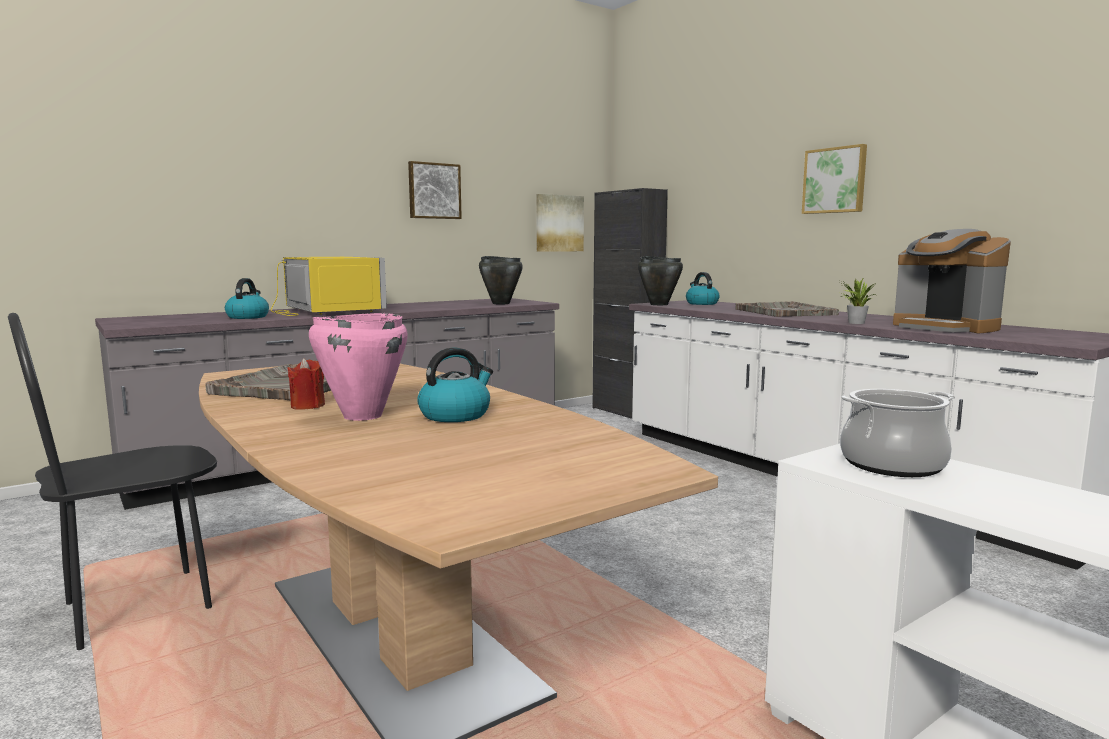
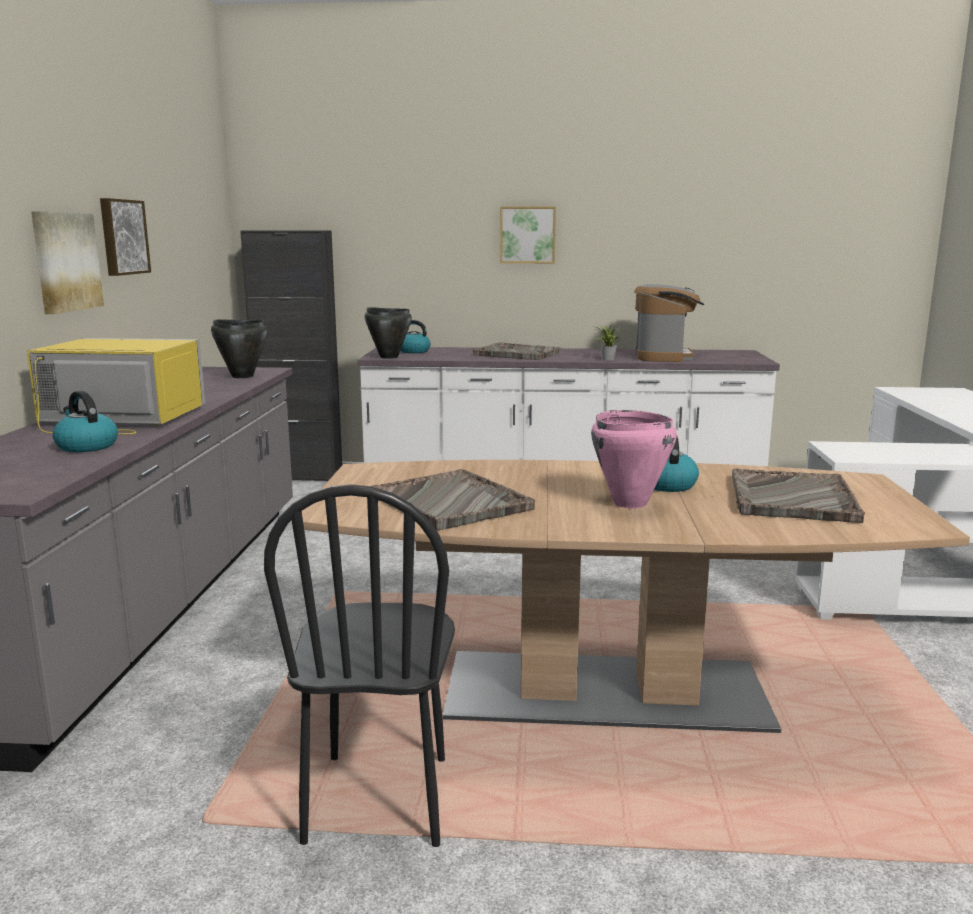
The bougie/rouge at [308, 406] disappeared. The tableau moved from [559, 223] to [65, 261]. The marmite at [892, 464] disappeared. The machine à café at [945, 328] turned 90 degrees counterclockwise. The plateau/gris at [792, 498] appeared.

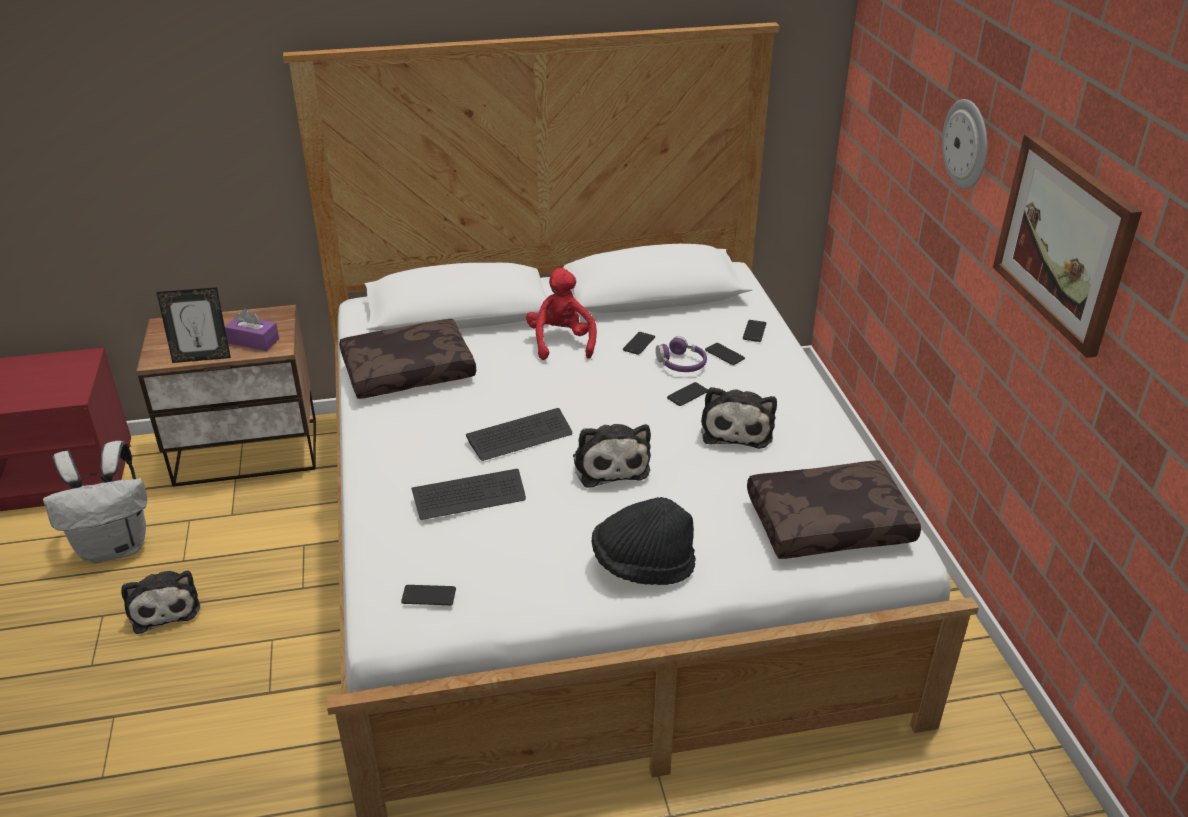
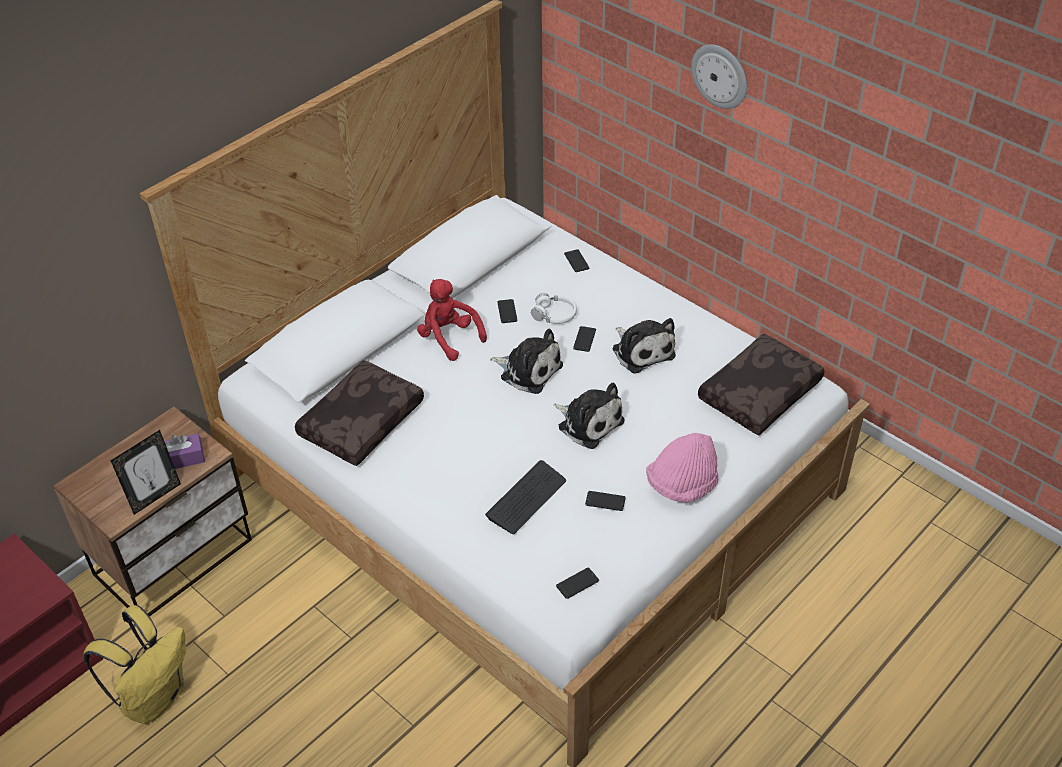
The sac à dos/blanc at [116, 546] became the sac à dos/jaune at [154, 697]. The peluche moved from [164, 606] to [528, 370]. The clavier at [520, 436] disappeared. The chapeau/noir at [642, 565] became the chapeau/rose at [681, 485]. The casque audio/violet at [681, 363] became the casque audio/blanc at [554, 315]. The téléphone moved from [724, 354] to [605, 501]. The tableau at [1064, 242] disappeared.

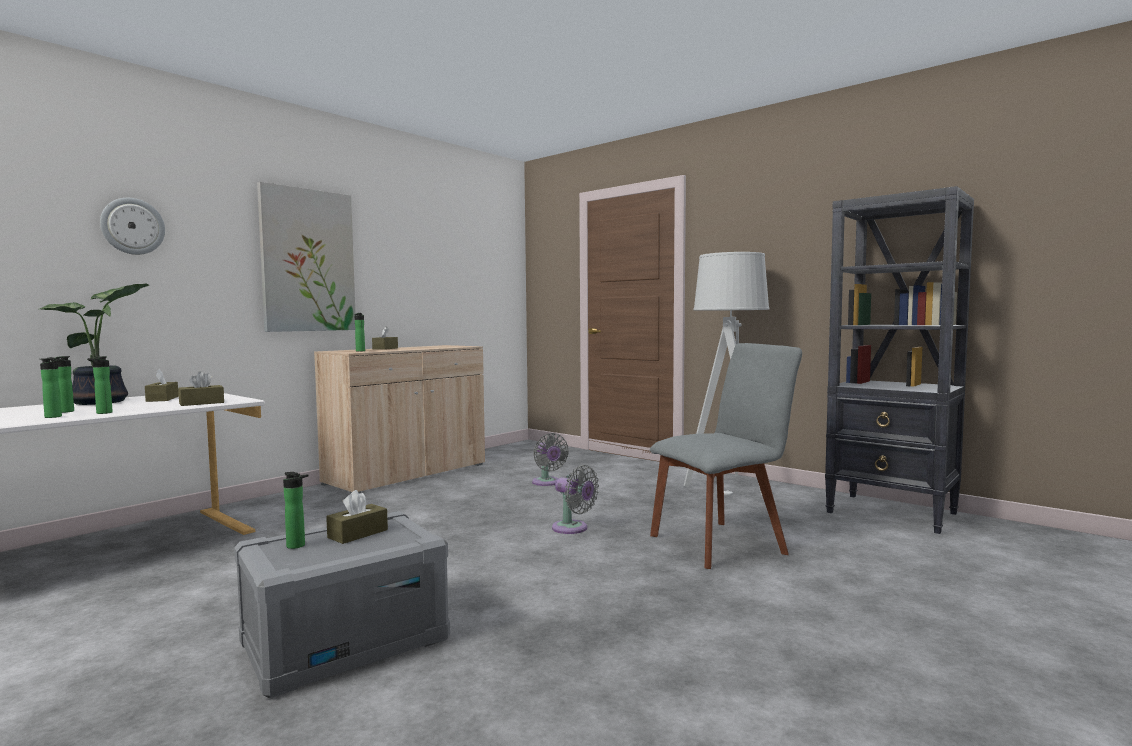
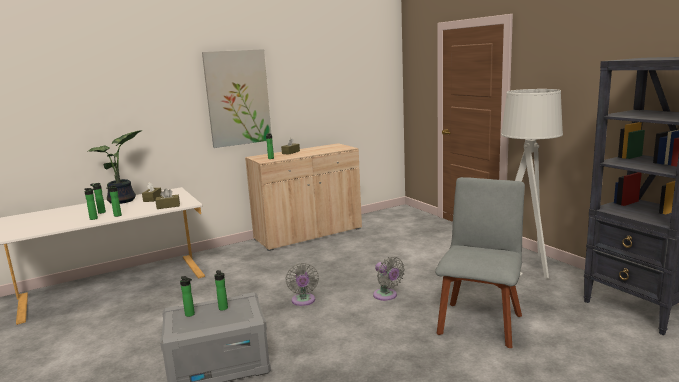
The horloge murale at [132, 226] disappeared. The boîte à mouchoirs/marron at [358, 534] was replaced by the bouteille at [223, 309]. The ventilateur/gris moved from [547, 483] to [303, 301]. The chaise/gris at [722, 543] turned 60 degrees counterclockwise.

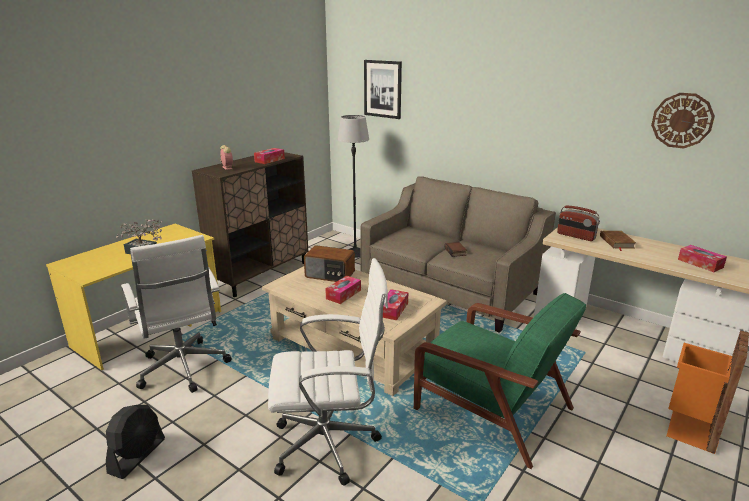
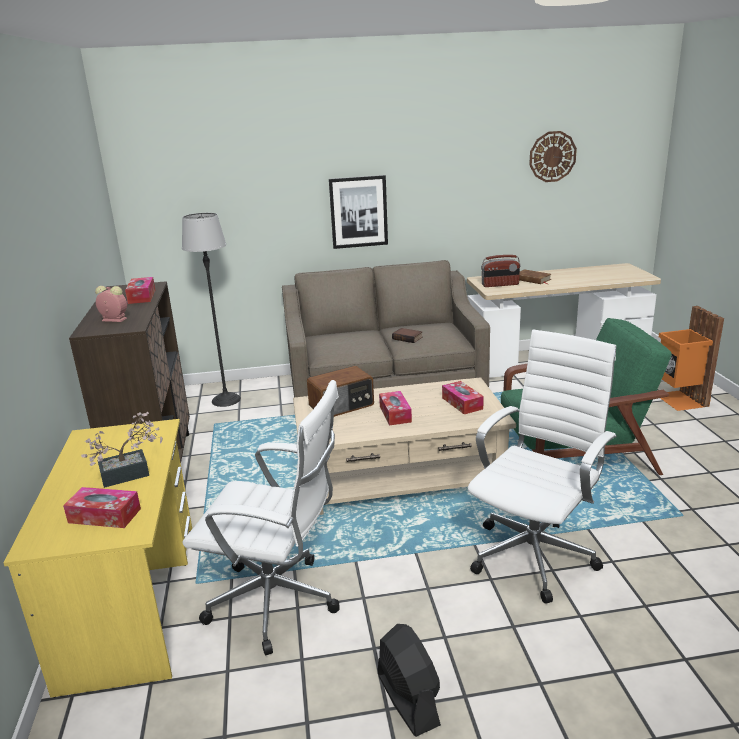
The tableau moved from [383, 89] to [358, 212]. The boîte à mouchoirs moved from [700, 263] to [104, 515].

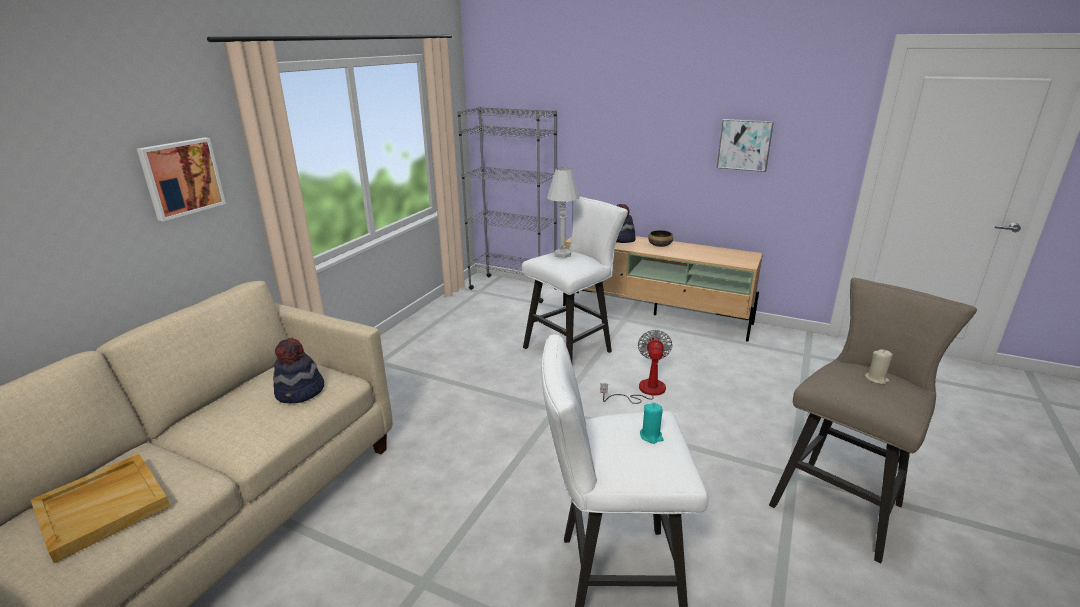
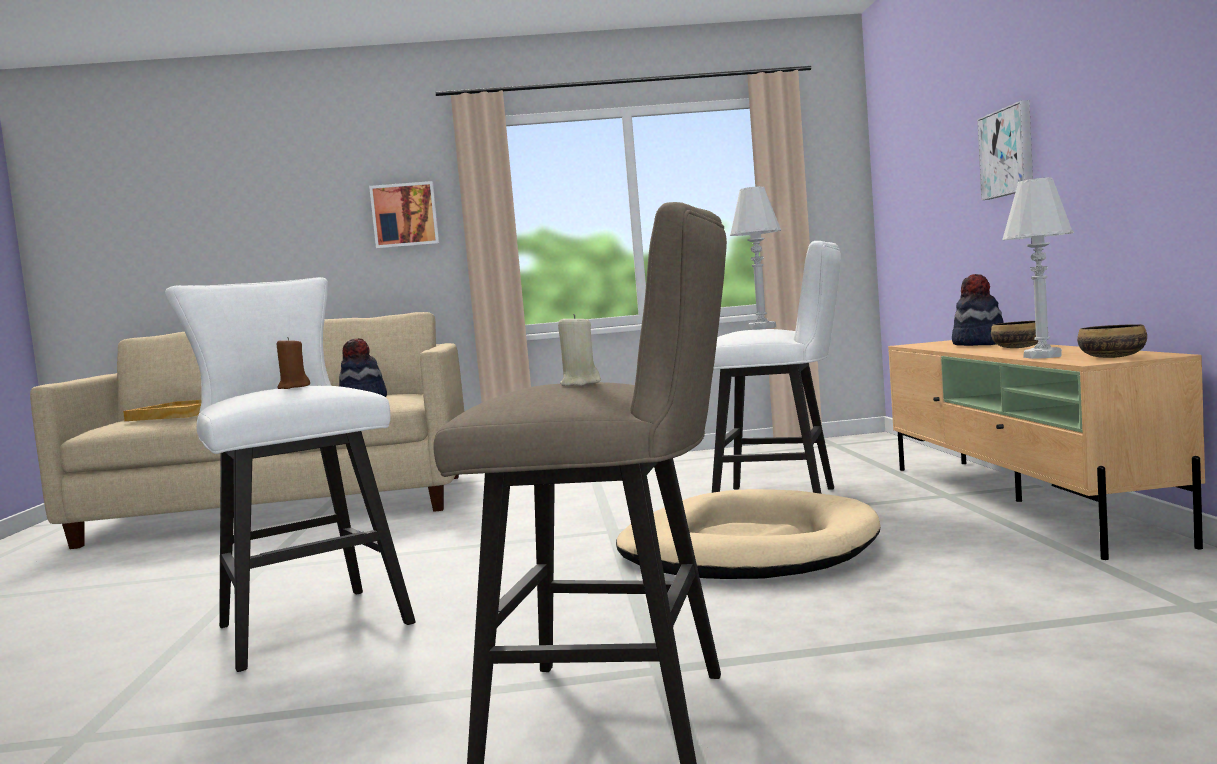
The bibliothèque/gris at [513, 289] disappeared. The ventilateur at [643, 391] was replaced by the panier pour chien/beige at [746, 548]. The bougie/turquoise at [651, 436] became the bougie/marron at [293, 387]. The tableau moved from [744, 145] to [1008, 152]. The lampe de table/blanc at [1042, 356] appeared. The bol at [1112, 357] appeared.

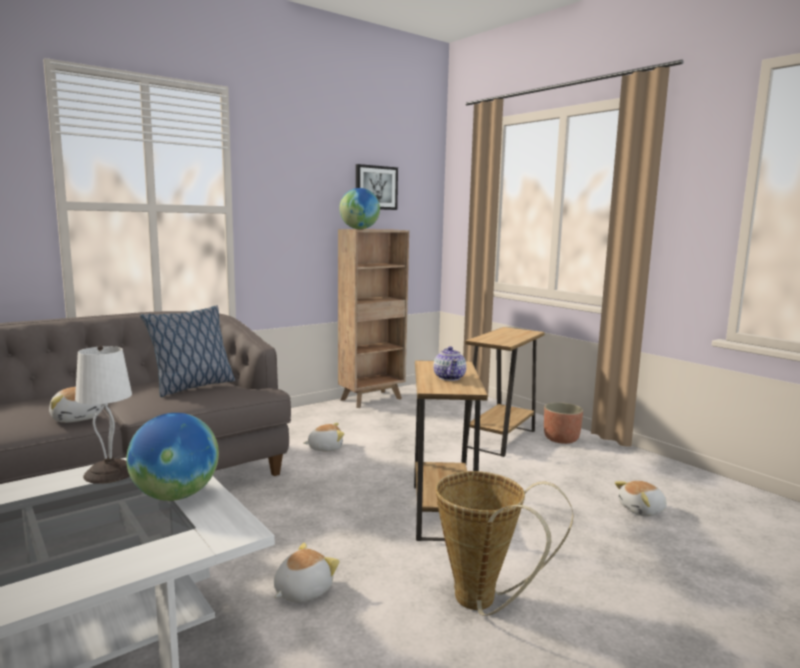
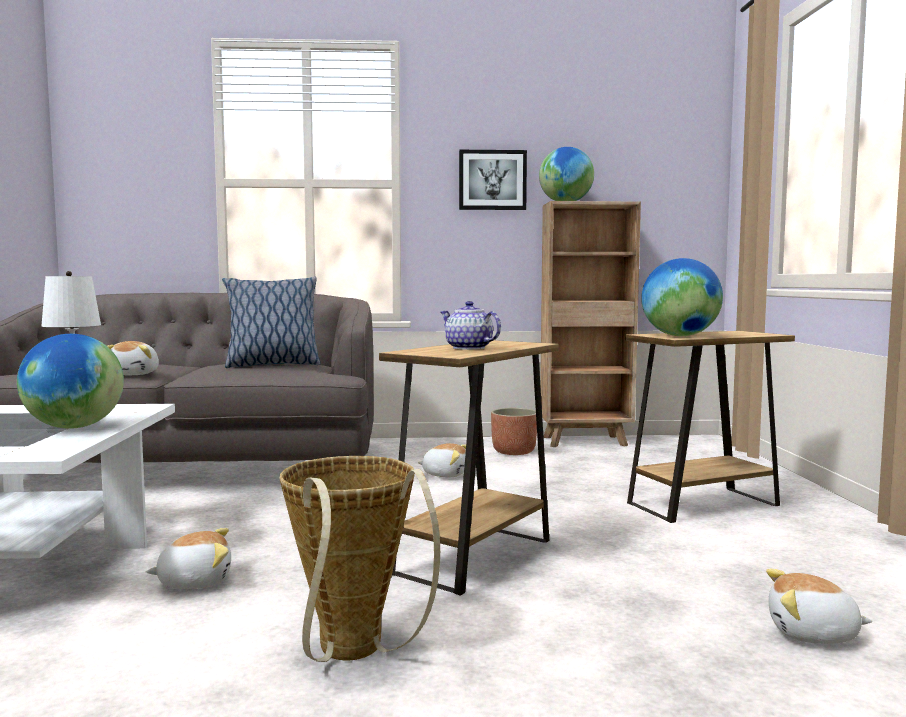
The tableau moved from [376, 187] to [492, 180]. The théière at [449, 377] turned 105 degrees clockwise. The cache-pot moved from [561, 439] to [514, 452]. The globe at [680, 336] appeared.

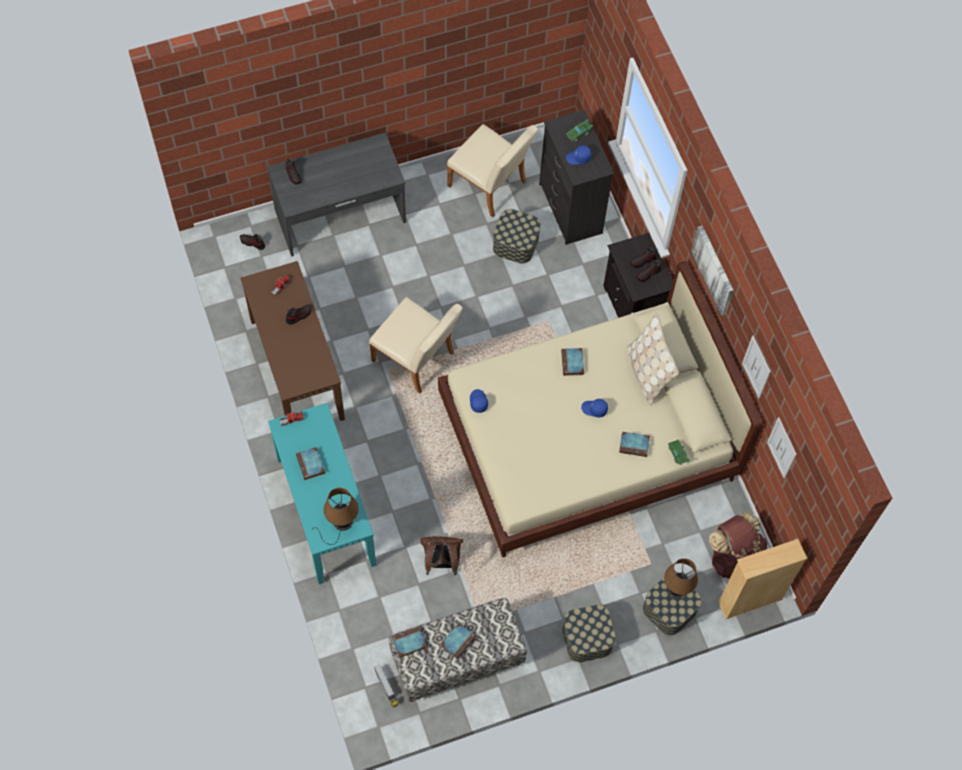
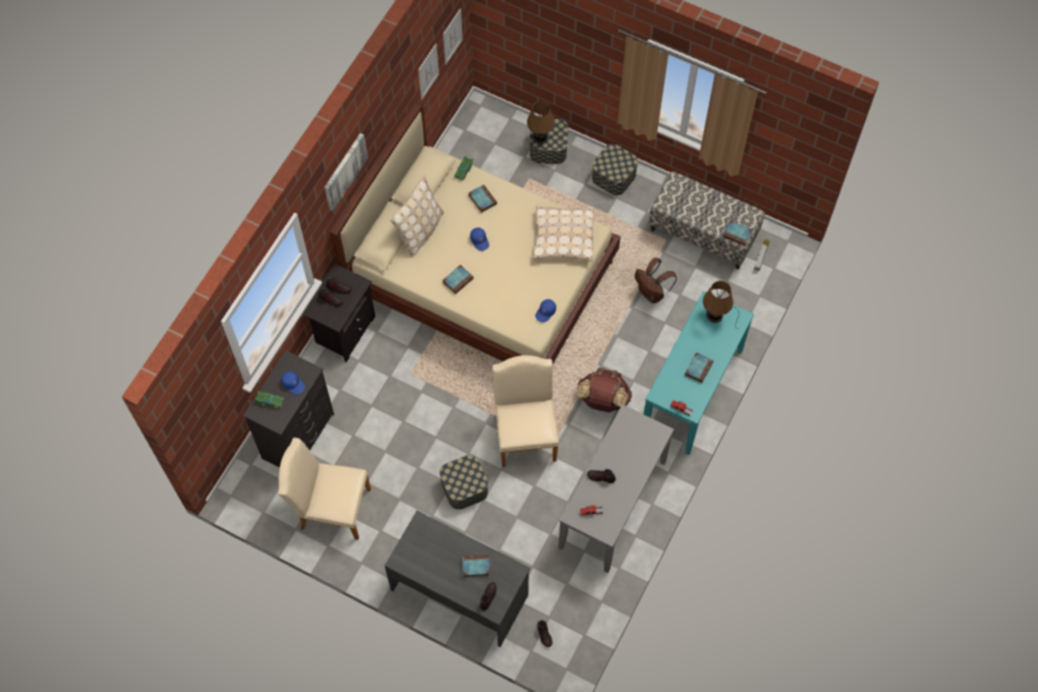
The table console/marron at [296, 369] became the table console/gris at [613, 504]. The livre moved from [458, 641] to [475, 566]. The chaise/beige at [490, 187] turned 75 degrees counterclockwise. The boîte de rangement moved from [515, 243] to [464, 487]. The sac à dos/marron moved from [735, 558] to [603, 400]. The bibliothèque/beige at [750, 600] disappeared. The tableau moved from [756, 367] to [452, 36]. The coussin/beige at [563, 238] appeared.

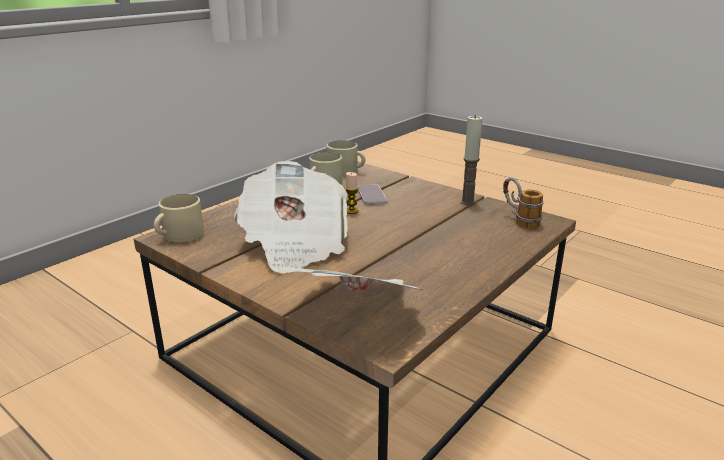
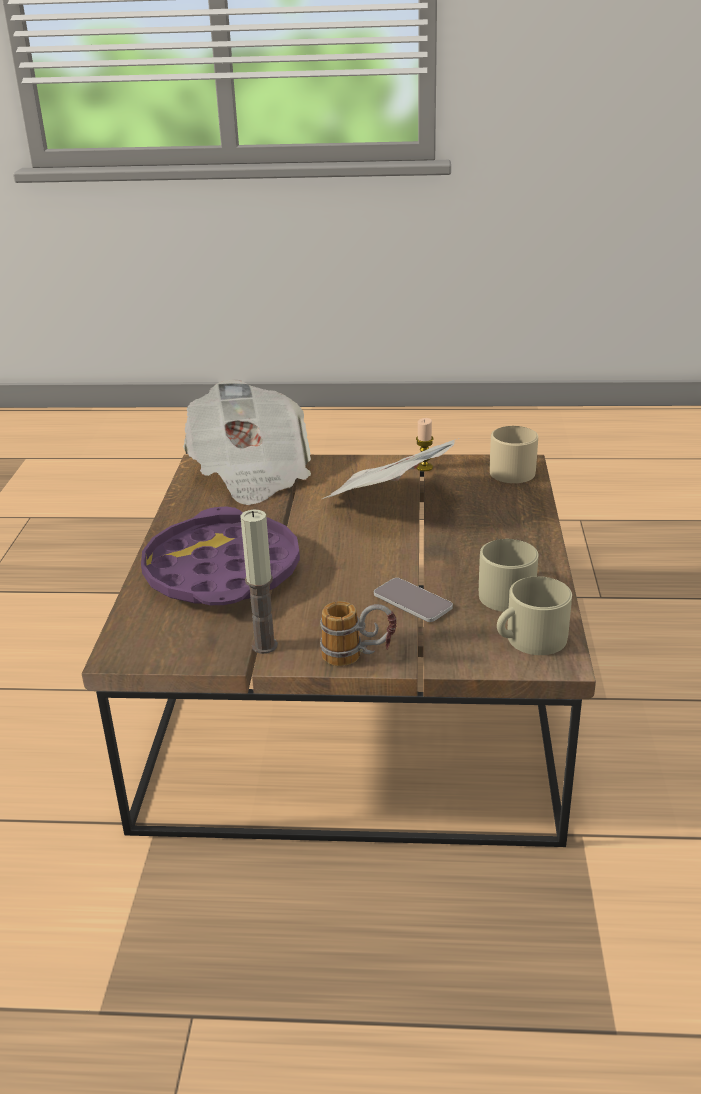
The bougie moved from [351, 211] to [424, 467]. The mug moved from [518, 220] to [359, 658]. The plateau/violet at [222, 571] appeared.

